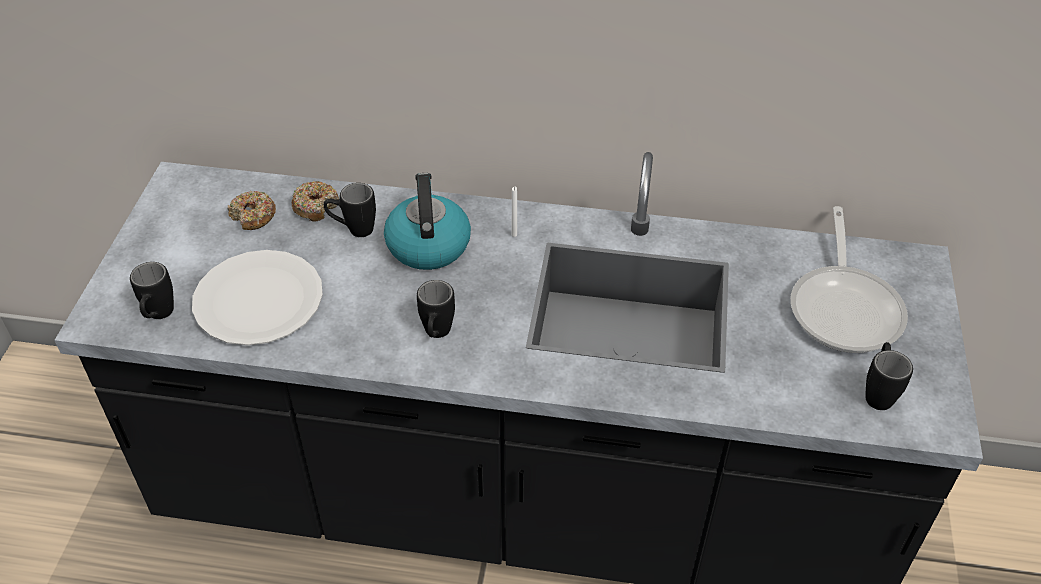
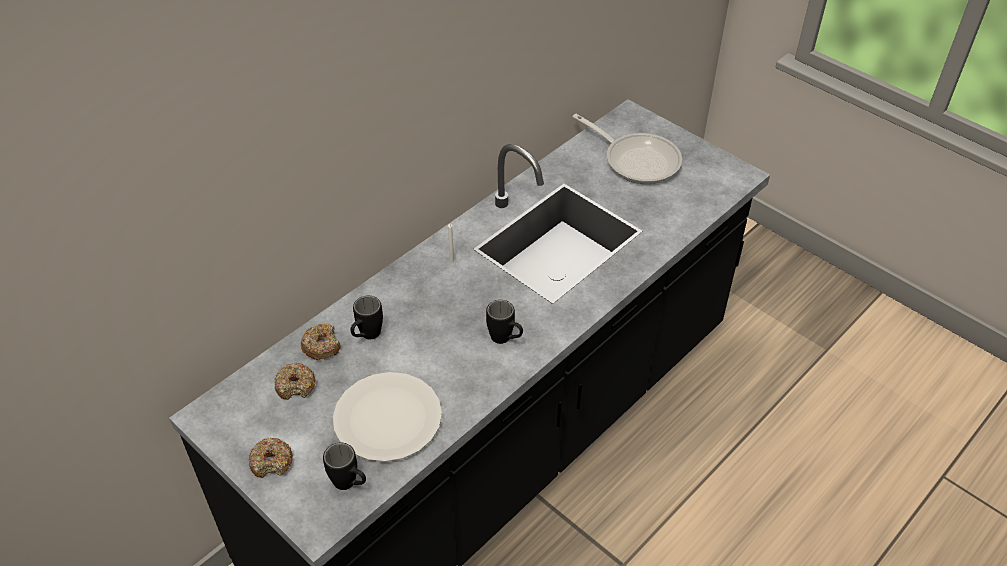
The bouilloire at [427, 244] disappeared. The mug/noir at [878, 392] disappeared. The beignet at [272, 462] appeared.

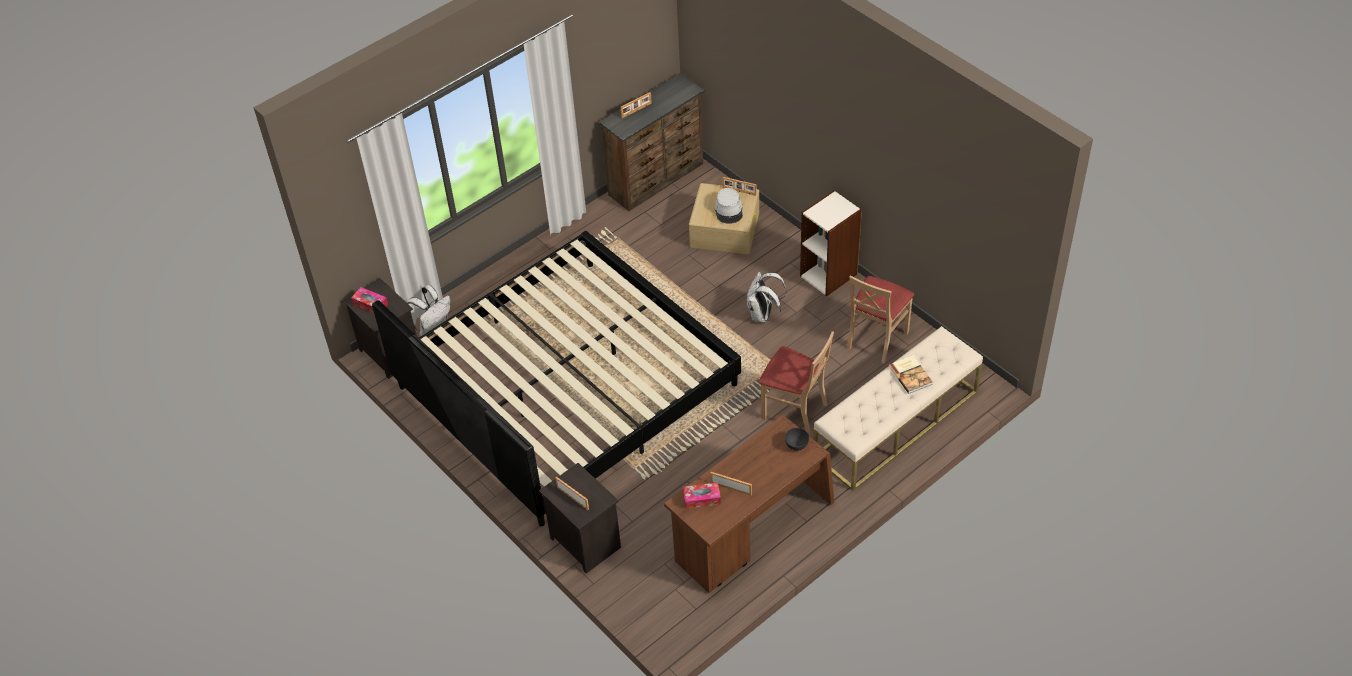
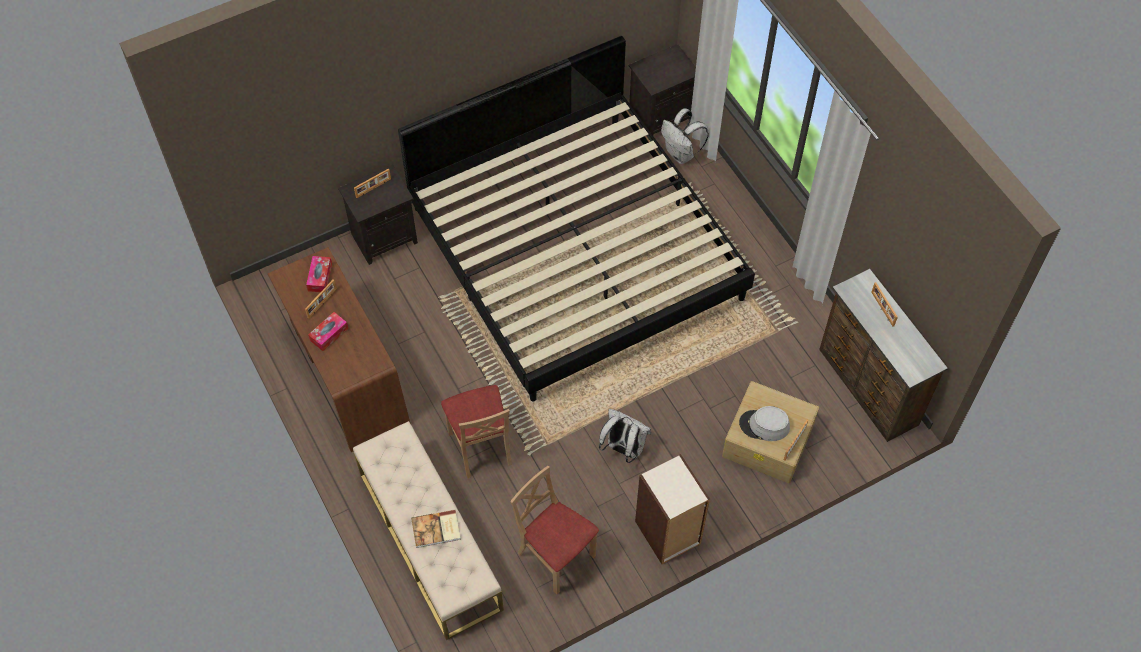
The boîte à mouchoirs moved from [370, 304] to [329, 334]. The chaise/beige at [794, 410] turned 60 degrees counterclockwise. The bol/gris at [796, 445] disappeared.

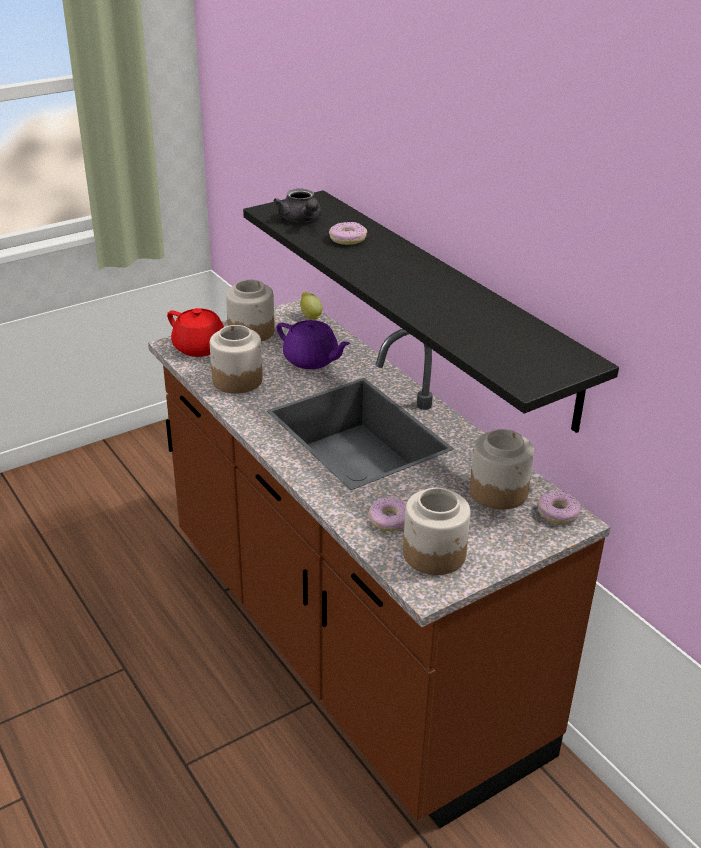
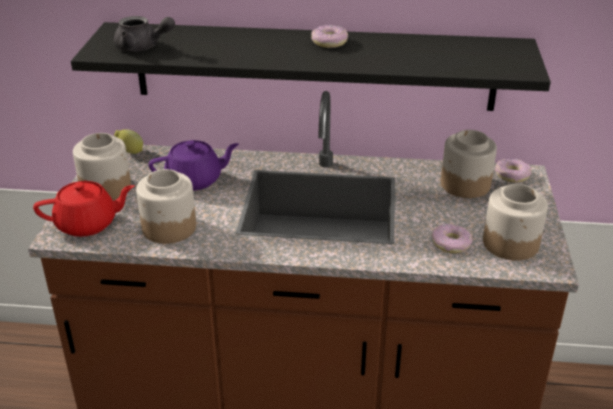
The beignet moved from [347, 239] to [329, 42].

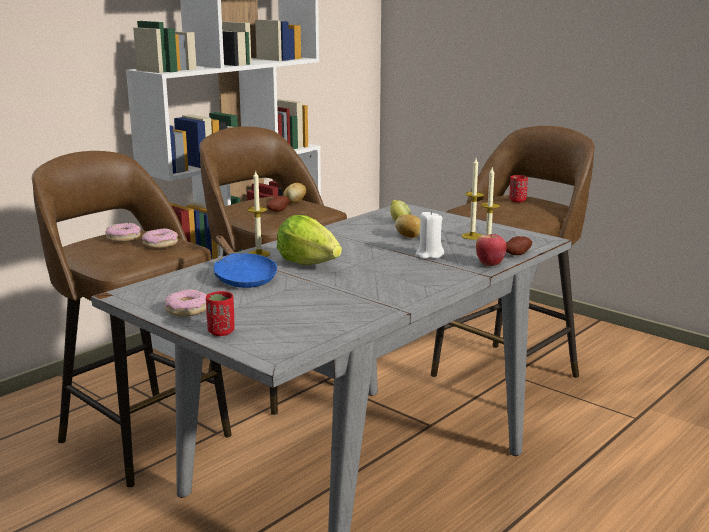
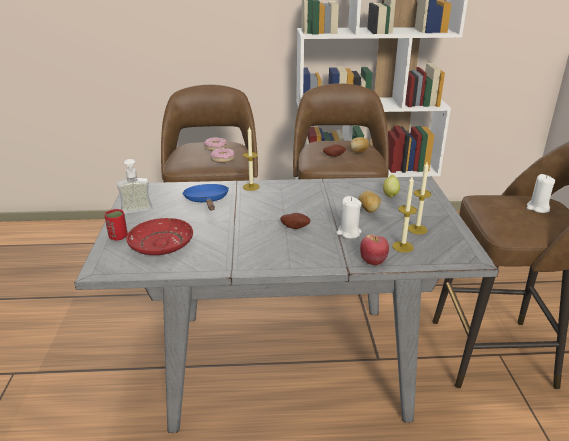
The beignet at [187, 310] was replaced by the distributeur de savon at [137, 212]. The poêle/bleu at [242, 277] turned 150 degrees clockwise. The laitue at [308, 263] disappeared. The pomme de terre moved from [516, 254] to [295, 227]. The tasse/rouge at [517, 200] was replaced by the bougie/blanc at [537, 208]. The assiette/rouge at [161, 244] appeared.

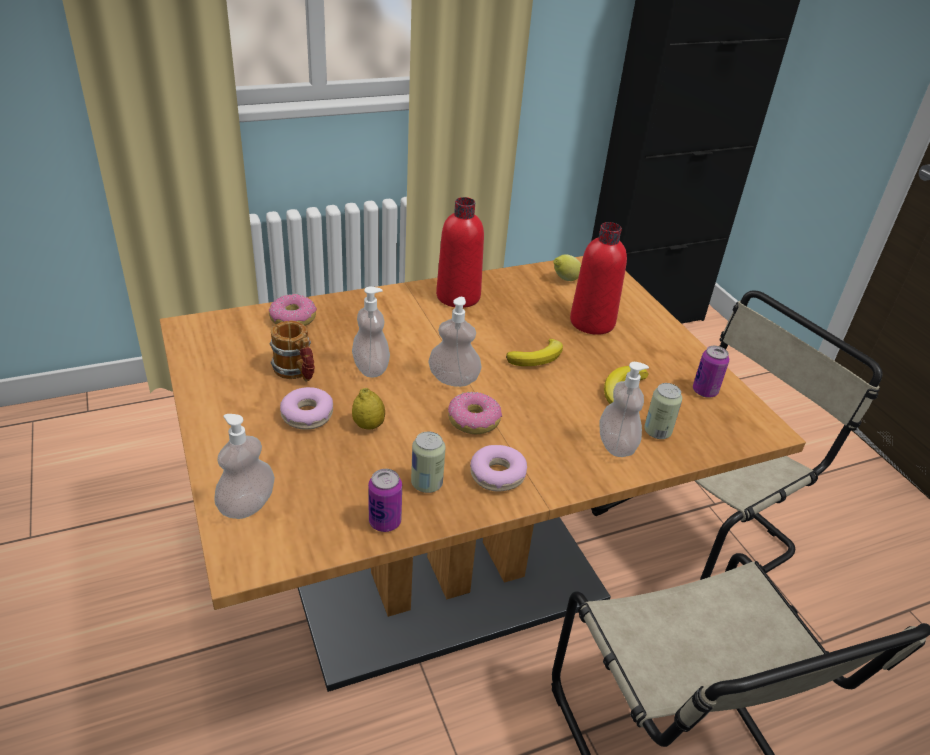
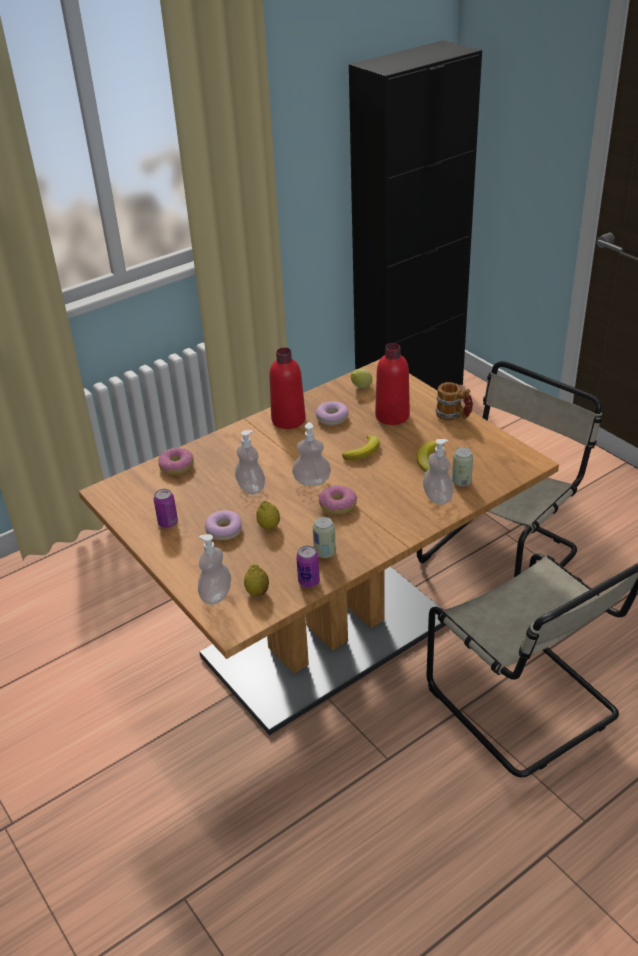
The mug moved from [297, 372] to [453, 415]. The beignet moved from [497, 475] to [332, 418]. The boîte métallique moved from [704, 391] to [168, 523]. The citron at [257, 592] appeared.

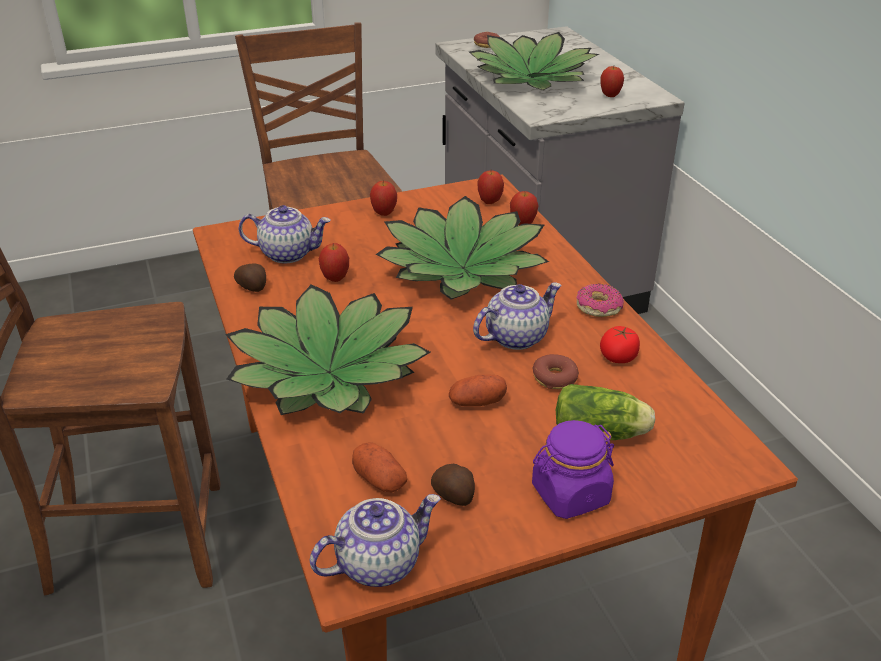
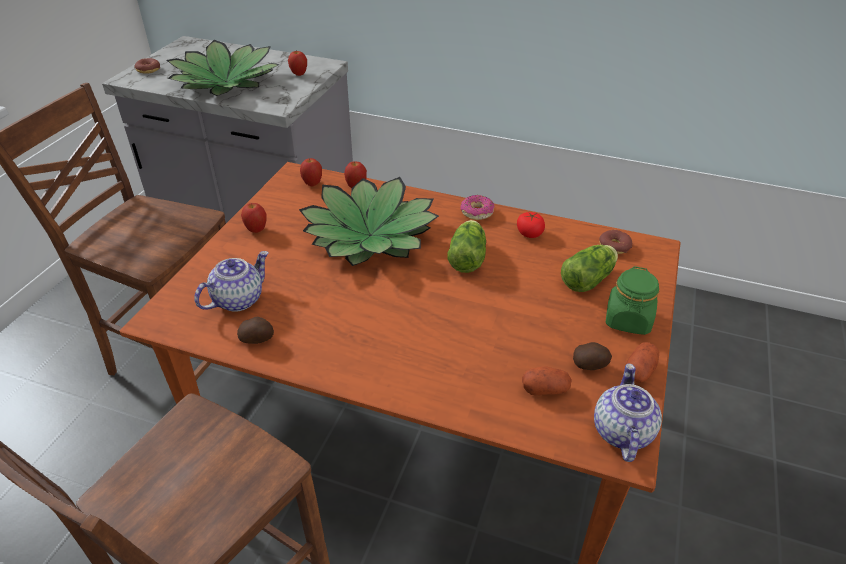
The plante en pot at [328, 372] disappeared. The pomme at [335, 279] disappeared. The pomme de terre moved from [477, 402] to [639, 371]. The théière at [516, 336] was replaced by the laitue at [467, 256]. The bocal/violet at [570, 494] became the bocal/vert at [628, 320]. The beignet moved from [554, 378] to [614, 246].

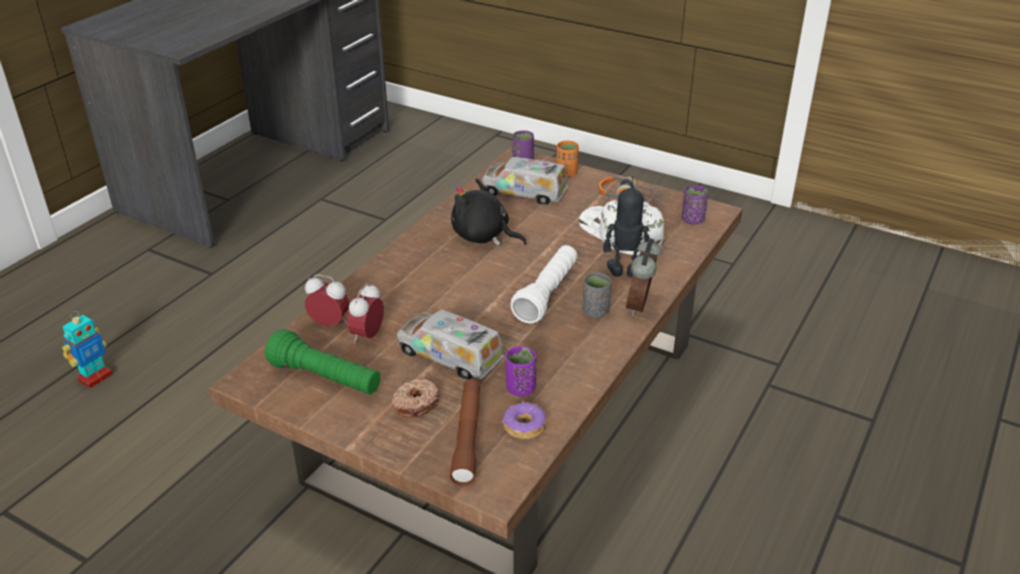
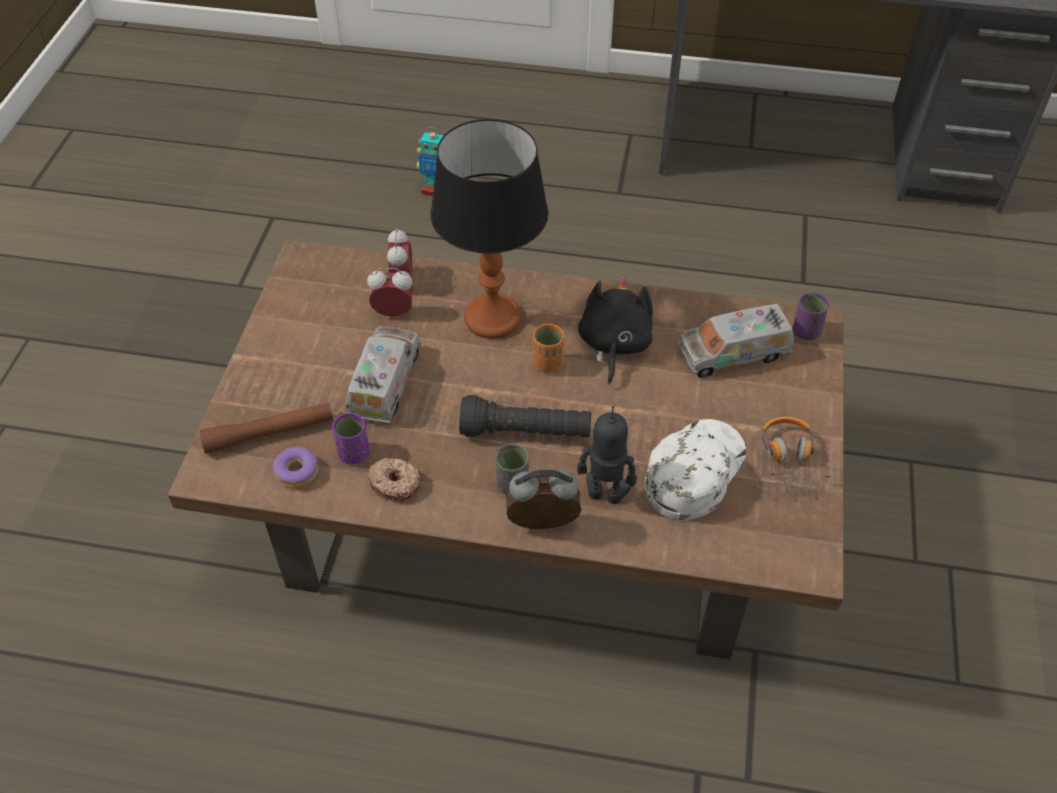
The lampe de poche/vert at [326, 378] disappeared. The beignet moved from [415, 403] to [395, 483]. The camion jouet at [524, 192] turned 105 degrees counterclockwise. The lampe de poche/blanc at [547, 294] became the lampe de poche/noir at [526, 432]. The tasse/orange moved from [566, 173] to [547, 363]. The robot jouet at [624, 273] turned 60 degrees counterclockwise. The tasse/violet at [692, 220] disappeared. The lampe de table at [493, 317] appeared.

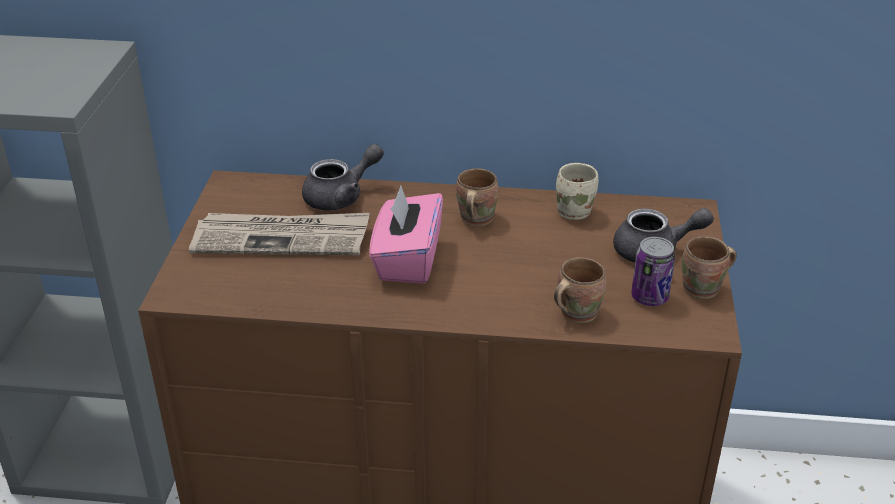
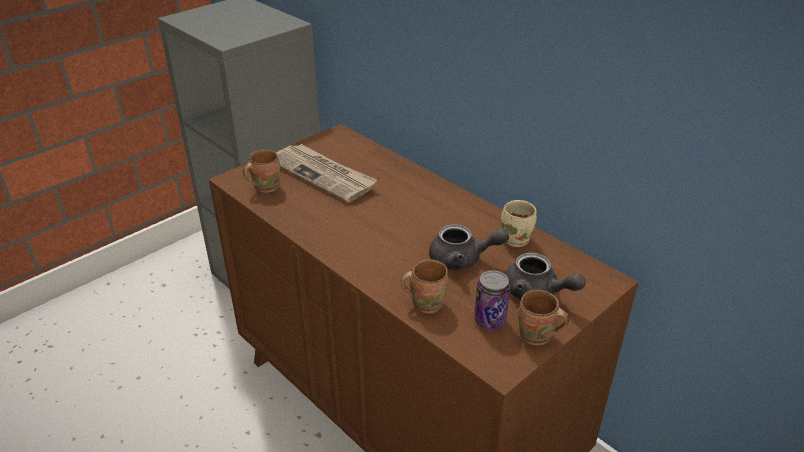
The théière/gris moved from [341, 196] to [462, 260]. The boîte à mouchoirs/rose at [407, 260] disappeared. The mug/marron moved from [474, 219] to [264, 186].

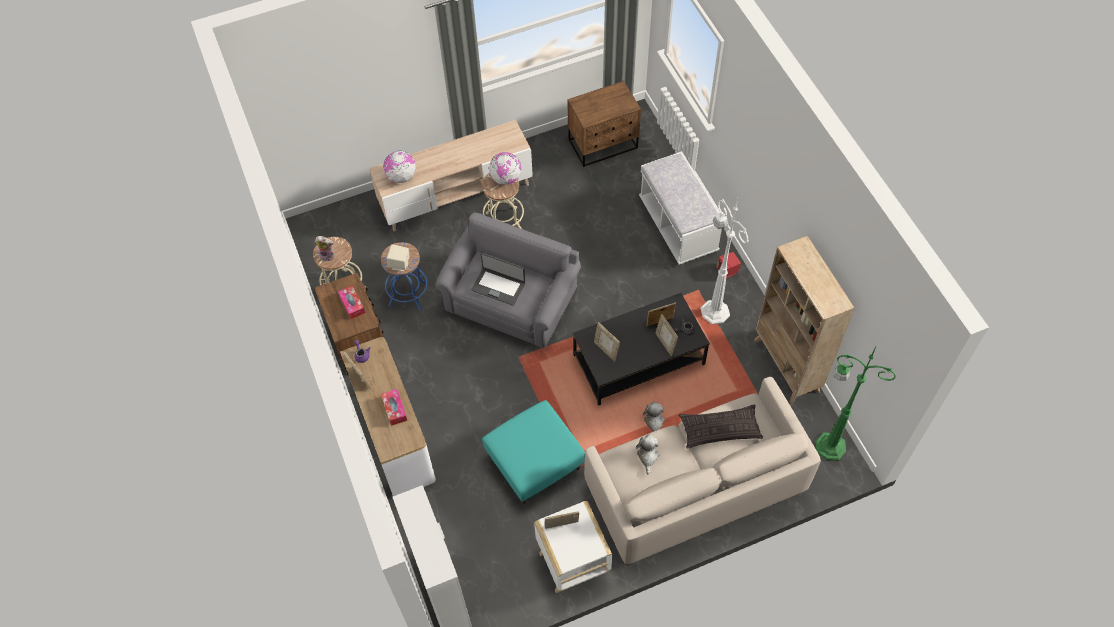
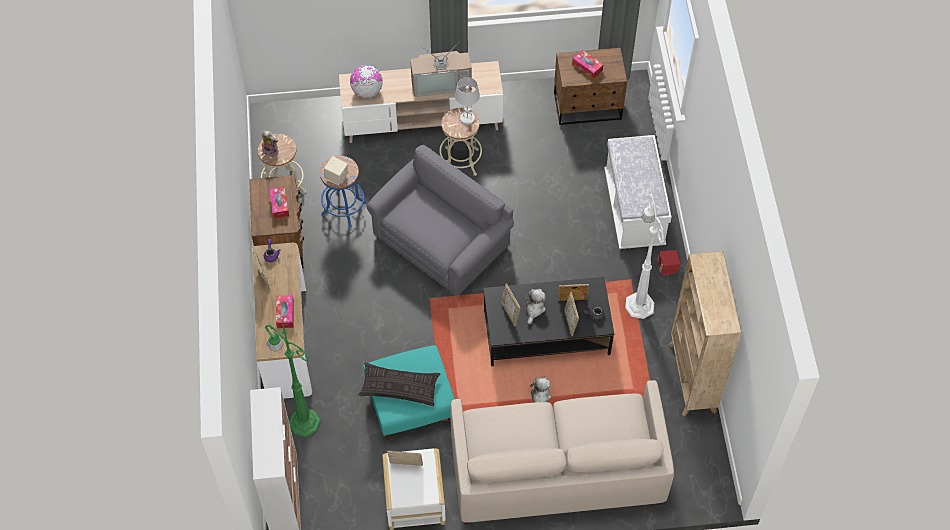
The ordinateur portable at [498, 286] disappeared. The globe at [506, 178] was replaced by the lampe de table/blanc at [467, 118]. The peluche moved from [648, 456] to [534, 309]. The coussin moved from [720, 429] to [399, 387]. The lampadaire/vert moved from [828, 446] to [303, 421]. The téléviseur at [441, 82] appeared. The boîte à mouchoirs at [587, 67] appeared.

